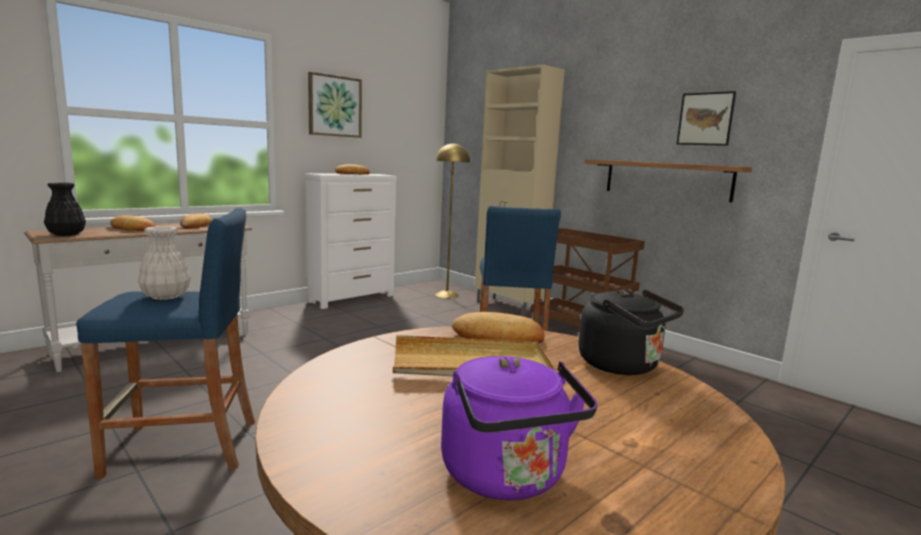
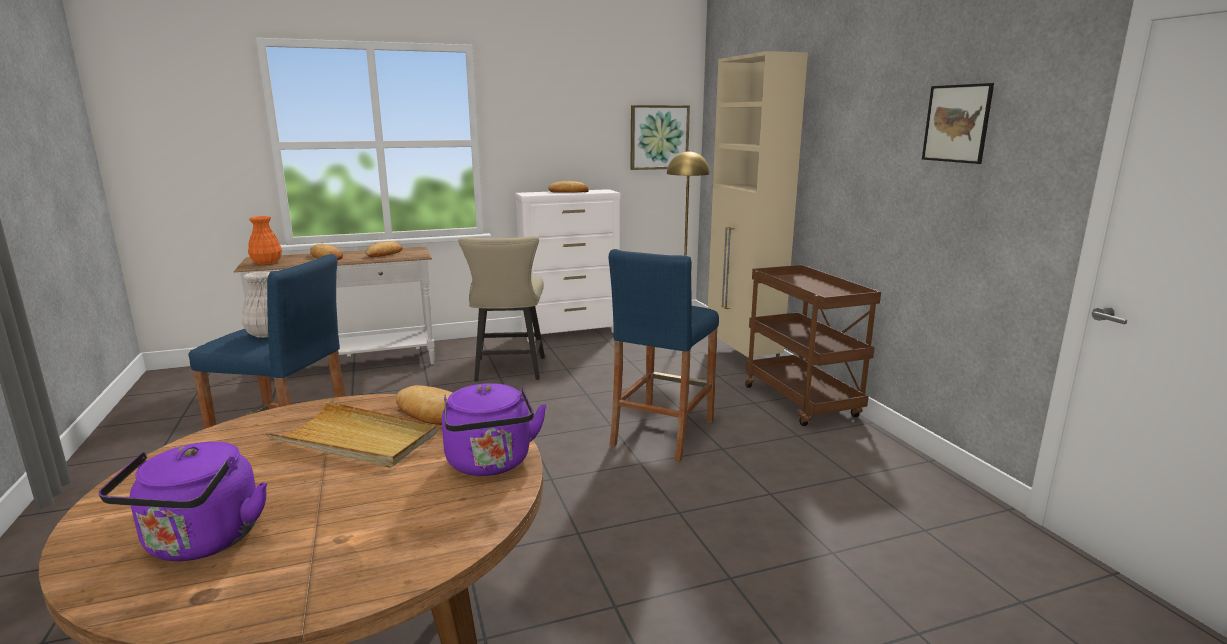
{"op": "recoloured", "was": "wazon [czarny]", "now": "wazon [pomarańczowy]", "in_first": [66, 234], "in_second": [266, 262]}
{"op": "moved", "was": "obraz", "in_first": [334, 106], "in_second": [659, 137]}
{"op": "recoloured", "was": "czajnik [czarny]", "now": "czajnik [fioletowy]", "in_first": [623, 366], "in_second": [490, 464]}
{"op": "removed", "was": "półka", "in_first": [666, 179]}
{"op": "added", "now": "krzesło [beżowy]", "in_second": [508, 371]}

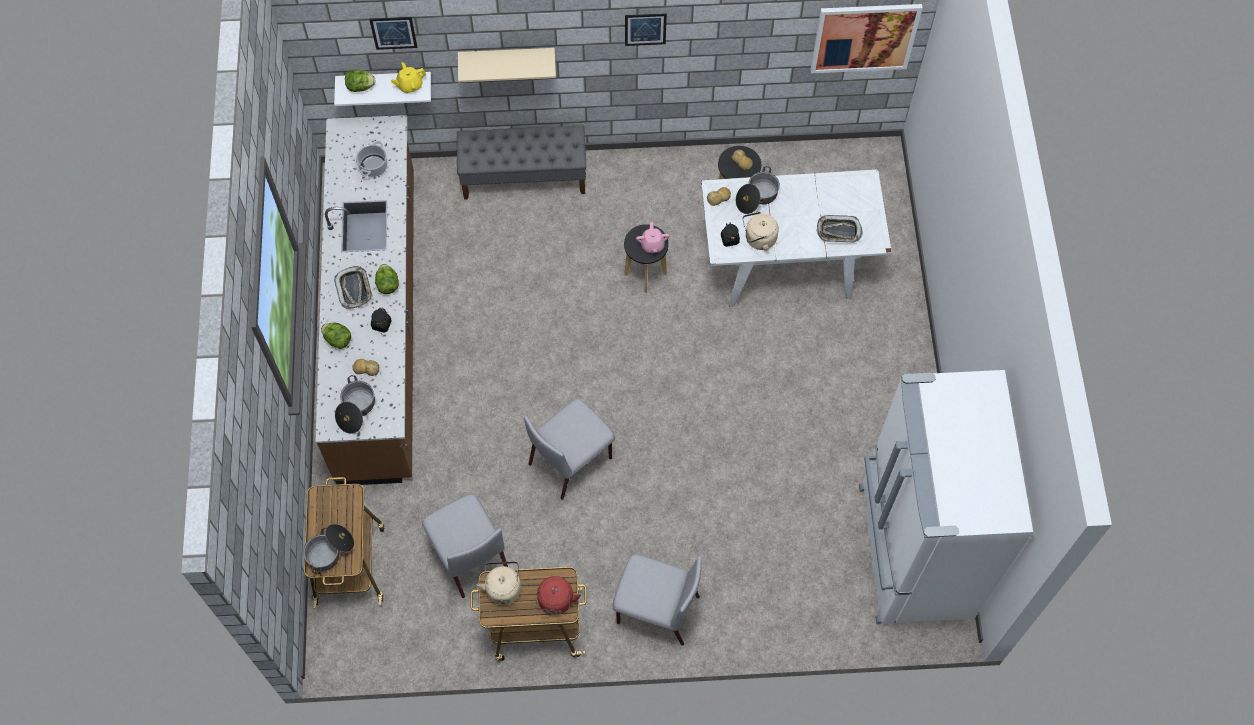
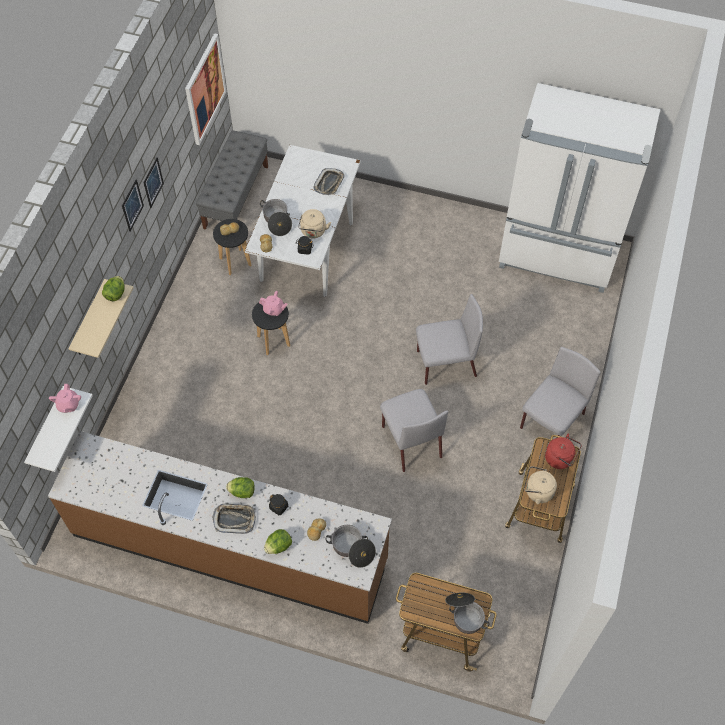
{"op": "moved", "was": "sałata", "in_first": [360, 87], "in_second": [115, 294]}
{"op": "removed", "was": "garnek", "in_first": [373, 166]}
{"op": "moved", "was": "obraz", "in_first": [393, 32], "in_second": [153, 182]}
{"op": "recoloured", "was": "imbryk [żółty]", "now": "imbryk [różowy]", "in_first": [410, 85], "in_second": [68, 405]}
{"op": "moved", "was": "krzesło [szary]", "in_first": [469, 555], "in_second": [445, 364]}
{"op": "moved", "was": "ławka [szary]", "in_first": [524, 177], "in_second": [236, 197]}

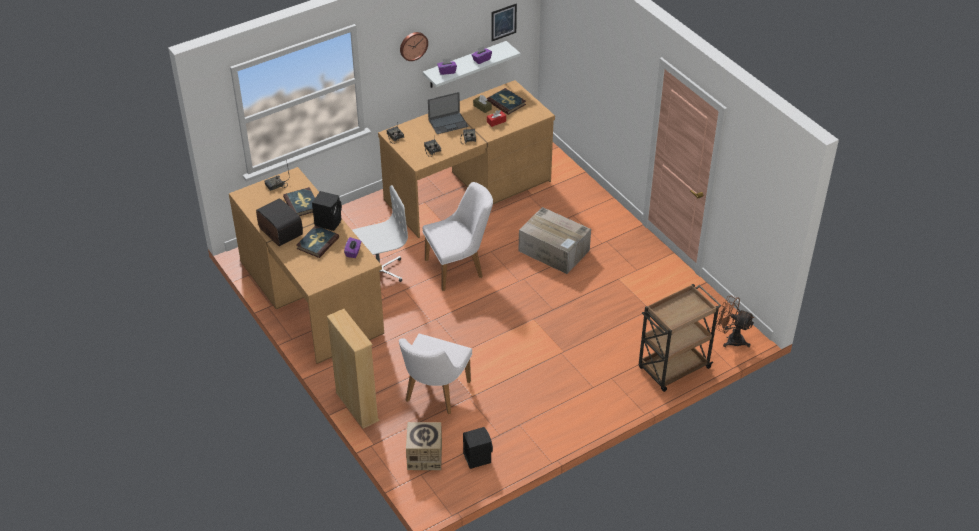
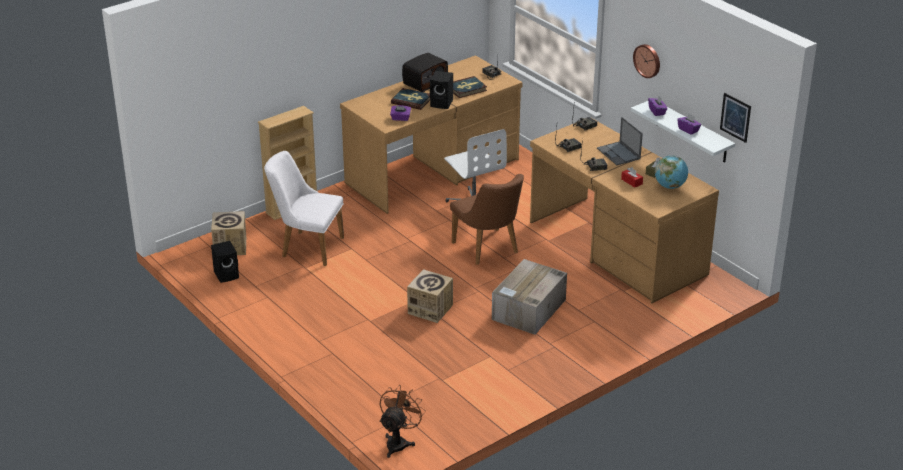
{"op": "recoloured", "was": "krzesło [biały]", "now": "krzesło [brązowy]", "in_first": [459, 267], "in_second": [489, 250]}
{"op": "replaced", "was": "książka", "now": "globus", "in_first": [506, 103], "in_second": [670, 186]}
{"op": "removed", "was": "wózek [brązowy]", "in_first": [673, 368]}
{"op": "added", "now": "karton", "in_second": [430, 309]}

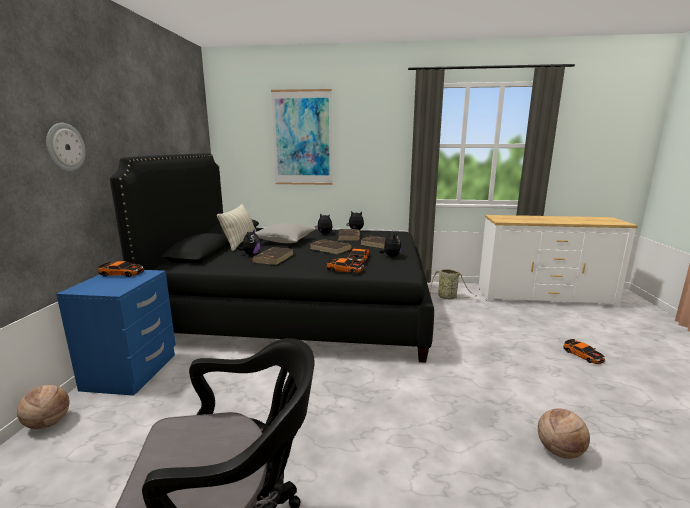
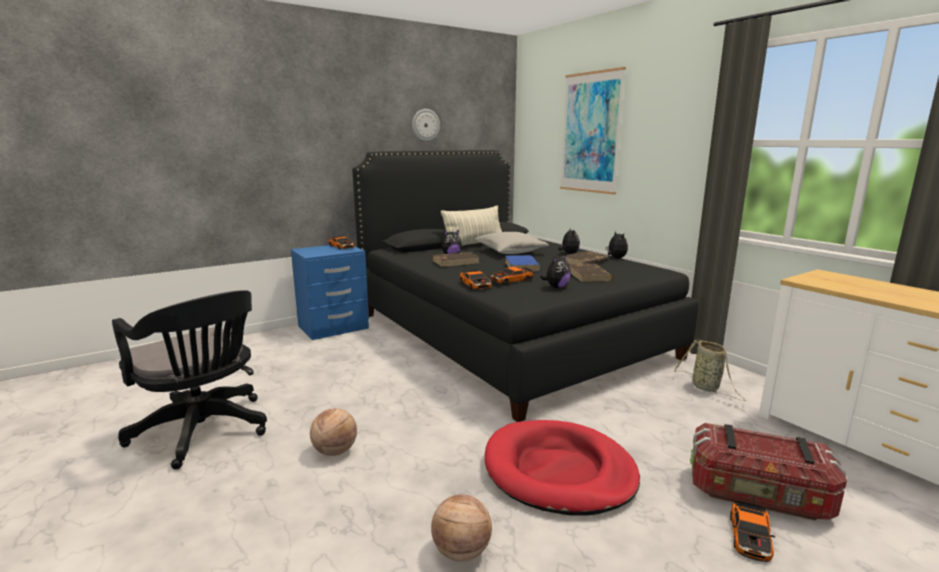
{"op": "moved", "was": "piłka do koszykówki", "in_first": [48, 423], "in_second": [335, 451]}
{"op": "moved", "was": "zegar ścienny", "in_first": [65, 147], "in_second": [425, 125]}
{"op": "recoloured", "was": "książka [brązowy]", "now": "książka [niebieski]", "in_first": [331, 249], "in_second": [522, 266]}
{"op": "added", "now": "legowisko [czerwony]", "in_second": [559, 471]}
{"op": "added", "now": "pojemnik do przechowywania", "in_second": [758, 495]}

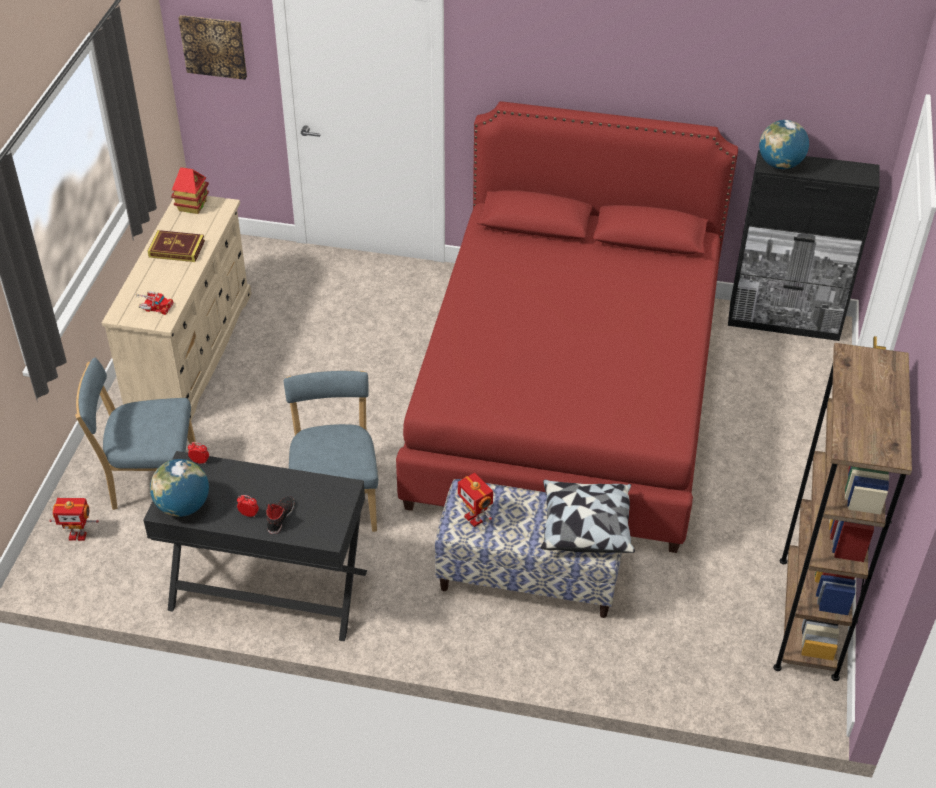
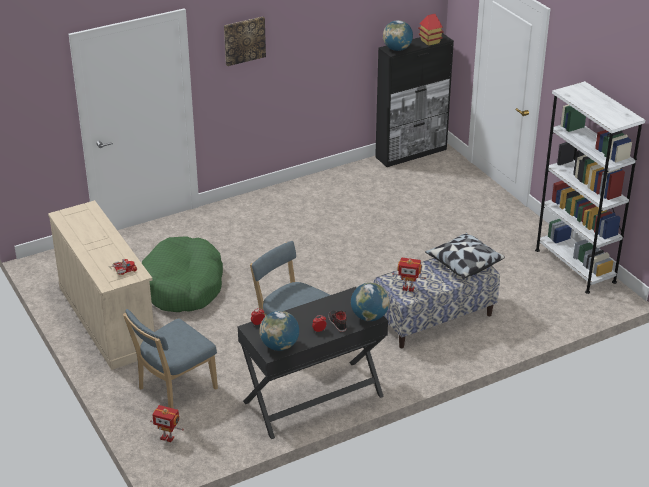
{"op": "turned", "was": "robot zabawkowy", "in_first": [78, 535], "in_second": [167, 437], "clockwise": 60}
{"op": "removed", "was": "książka", "in_first": [176, 249]}
{"op": "moved", "was": "domek", "in_first": [192, 205], "in_second": [430, 41]}
{"op": "moved", "was": "obraz", "in_first": [214, 46], "in_second": [244, 40]}
{"op": "removed", "was": "łóżko [czerwony]", "in_first": [567, 397]}
{"op": "recoloured", "was": "regał [brązowy]", "now": "regał [biały]", "in_first": [808, 617], "in_second": [575, 266]}
{"op": "added", "now": "legowisko [zielony]", "in_second": [183, 286]}
{"op": "added", "now": "globus", "in_second": [369, 317]}

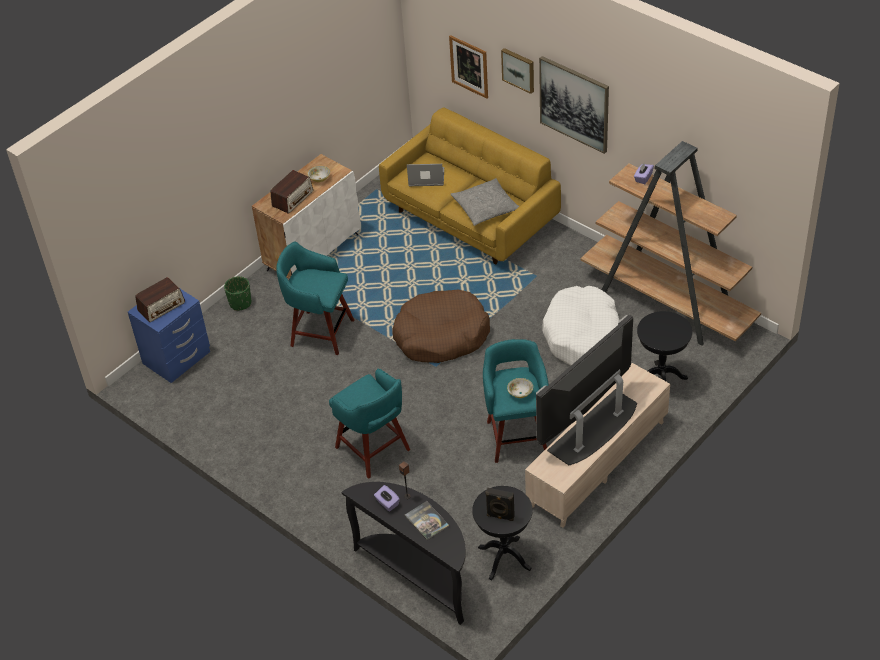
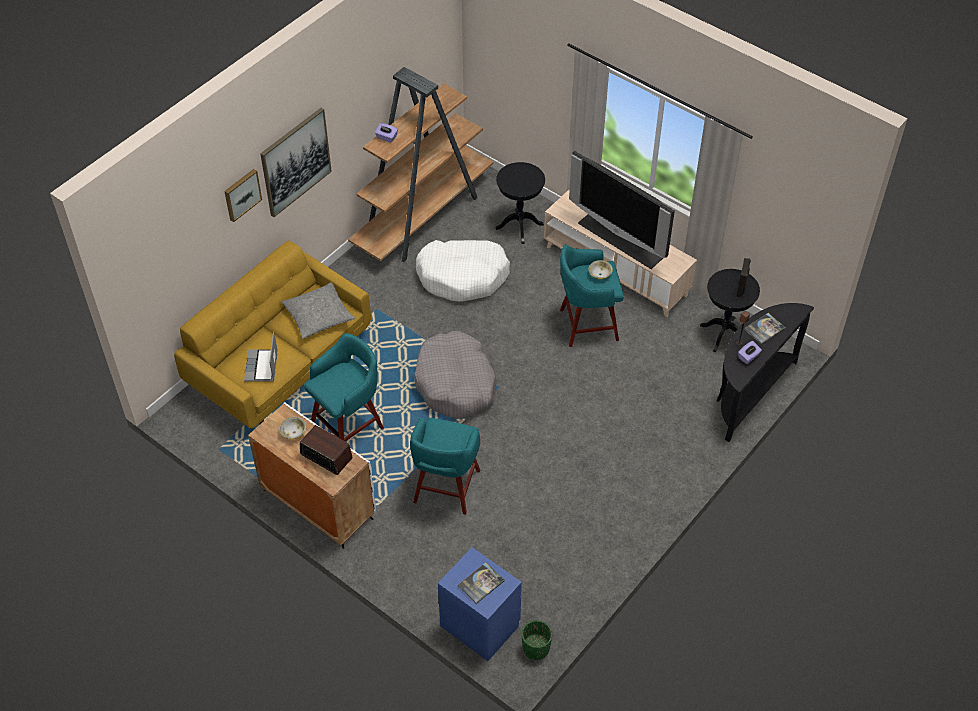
{"op": "replaced", "was": "radio", "now": "książka", "in_first": [161, 306], "in_second": [481, 583]}
{"op": "moved", "was": "donica [zielony]", "in_first": [240, 303], "in_second": [536, 648]}
{"op": "moved", "was": "stołek [turkusowy]", "in_first": [374, 450], "in_second": [349, 425]}
{"op": "recoloured", "was": "legowisko [brązowy]", "now": "legowisko [szary]", "in_first": [441, 335], "in_second": [456, 384]}
{"op": "removed", "was": "obraz", "in_first": [469, 66]}

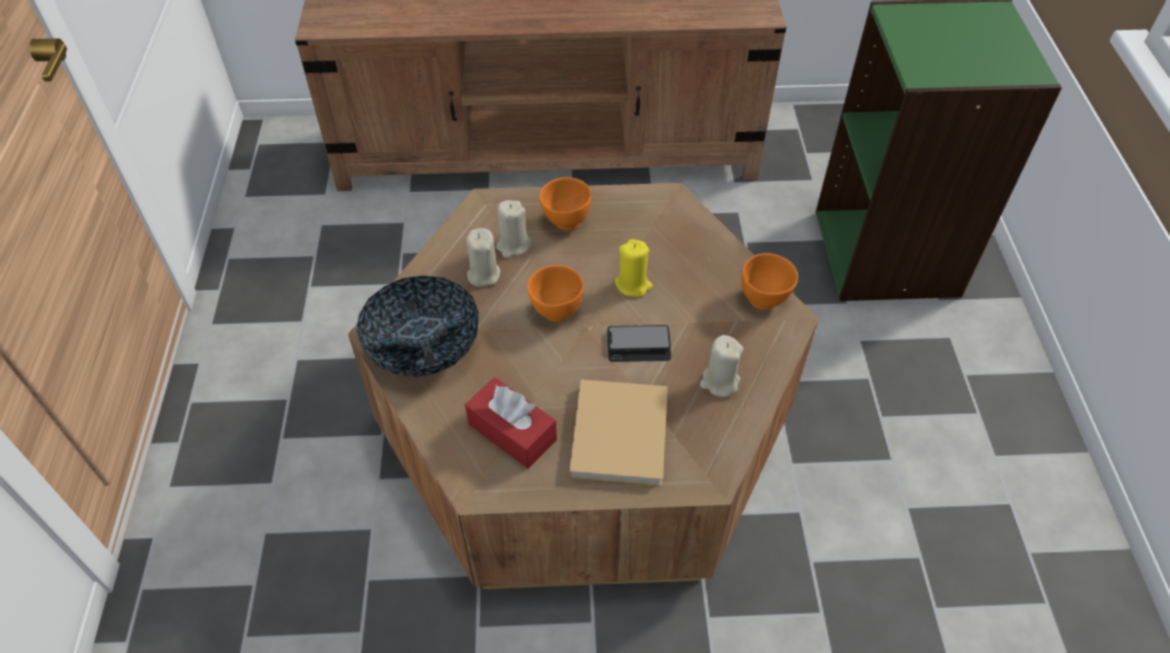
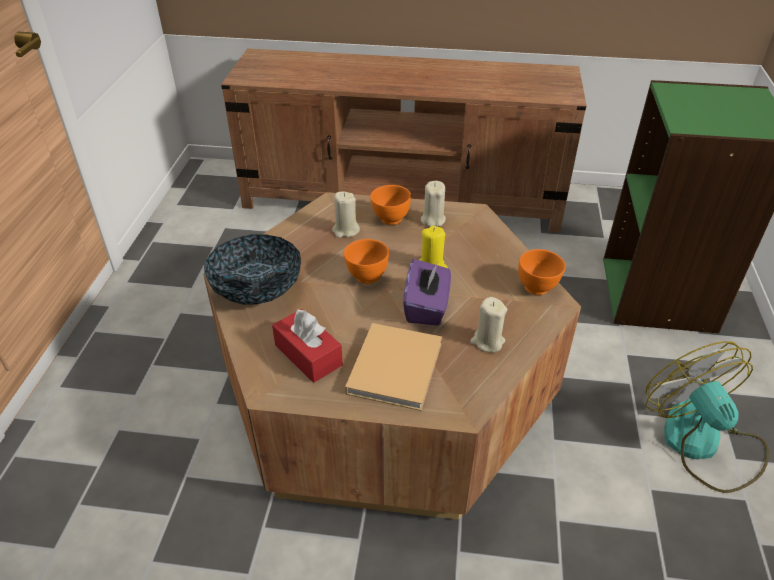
{"op": "moved", "was": "świeca [beżowy]", "in_first": [483, 274], "in_second": [432, 220]}
{"op": "replaced", "was": "telefon", "now": "pudełko chusteczek [fioletowy]", "in_first": [638, 345], "in_second": [426, 307]}
{"op": "added", "now": "wentylator", "in_second": [702, 444]}

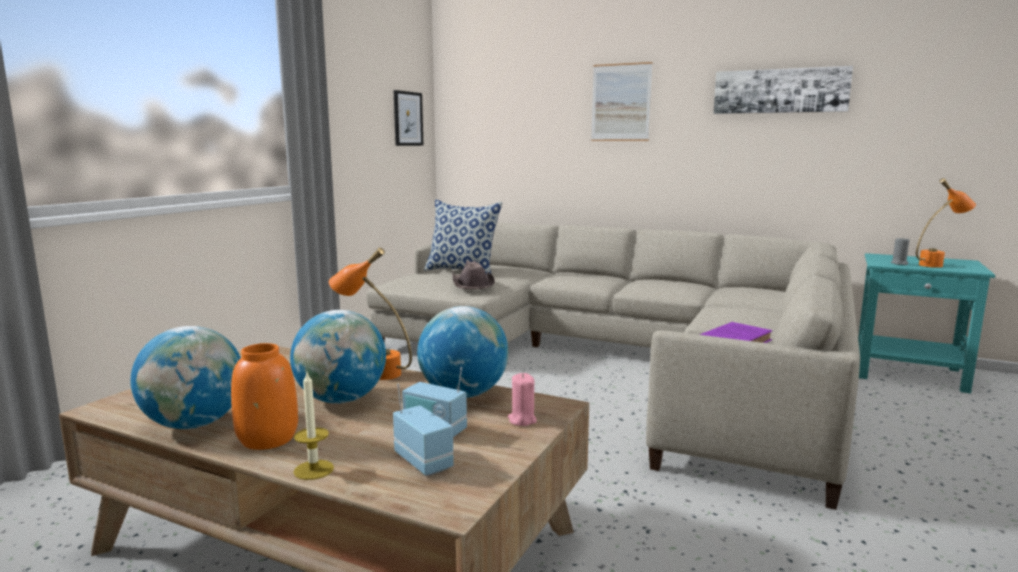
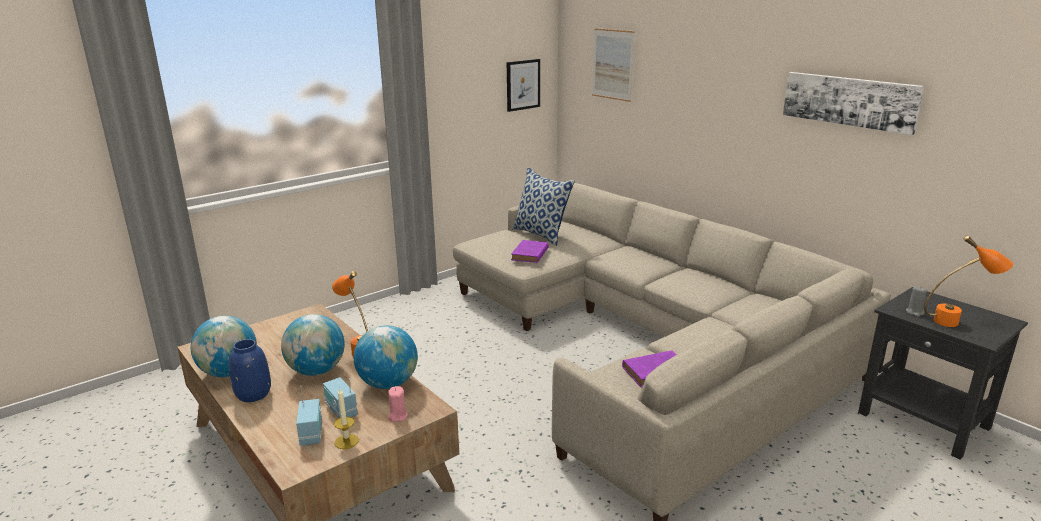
{"op": "recoloured", "was": "wazon [pomarańczowy]", "now": "wazon [niebieski]", "in_first": [267, 439], "in_second": [253, 394]}
{"op": "moved", "was": "świeca", "in_first": [313, 470], "in_second": [346, 441]}
{"op": "replaced", "was": "kapelusz [brązowy]", "now": "książka [fioletowy]", "in_first": [471, 284], "in_second": [529, 254]}
{"op": "moved", "was": "obraz", "in_first": [621, 102], "in_second": [612, 64]}
{"op": "recoloured", "was": "stolik [turkusowy]", "now": "stolik [czarny]", "in_first": [910, 374], "in_second": [924, 421]}

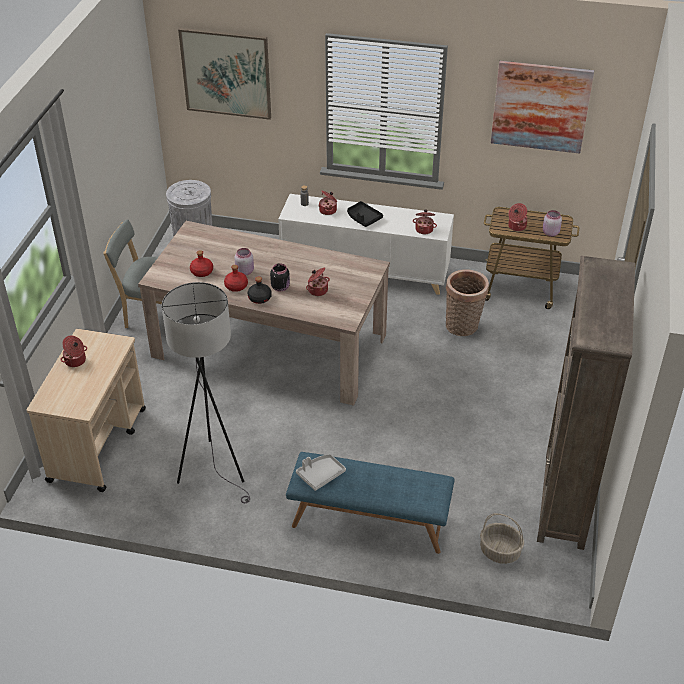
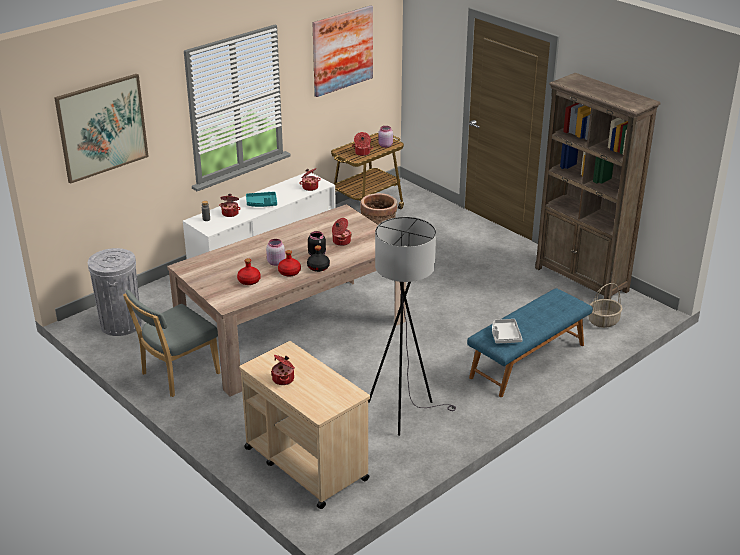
{"op": "recoloured", "was": "taca [czarny]", "now": "taca [turkusowy]", "in_first": [363, 218], "in_second": [262, 204]}

